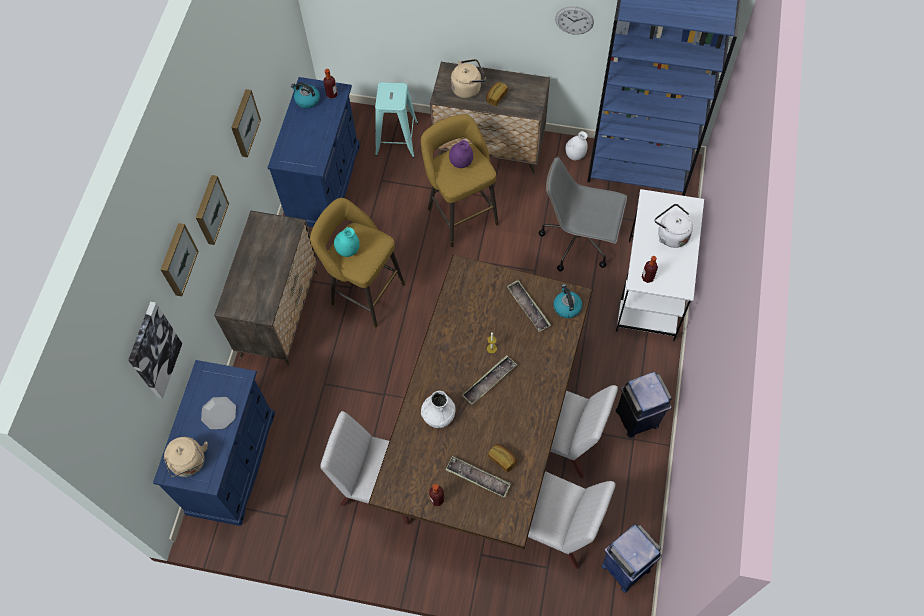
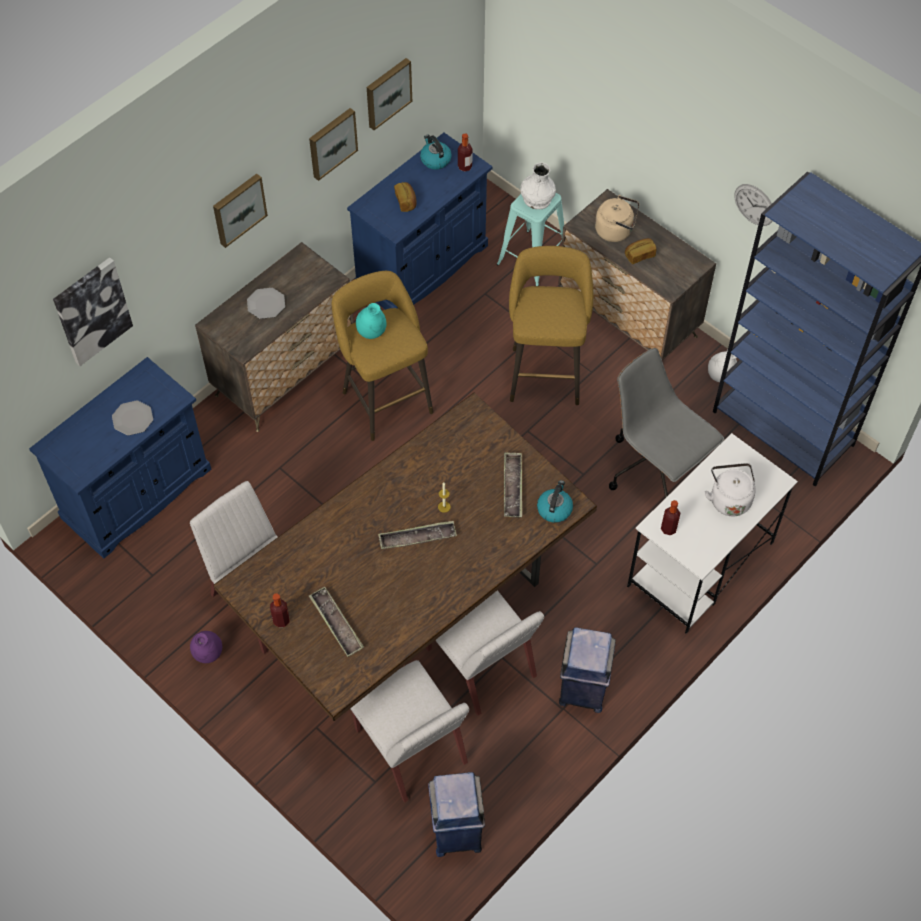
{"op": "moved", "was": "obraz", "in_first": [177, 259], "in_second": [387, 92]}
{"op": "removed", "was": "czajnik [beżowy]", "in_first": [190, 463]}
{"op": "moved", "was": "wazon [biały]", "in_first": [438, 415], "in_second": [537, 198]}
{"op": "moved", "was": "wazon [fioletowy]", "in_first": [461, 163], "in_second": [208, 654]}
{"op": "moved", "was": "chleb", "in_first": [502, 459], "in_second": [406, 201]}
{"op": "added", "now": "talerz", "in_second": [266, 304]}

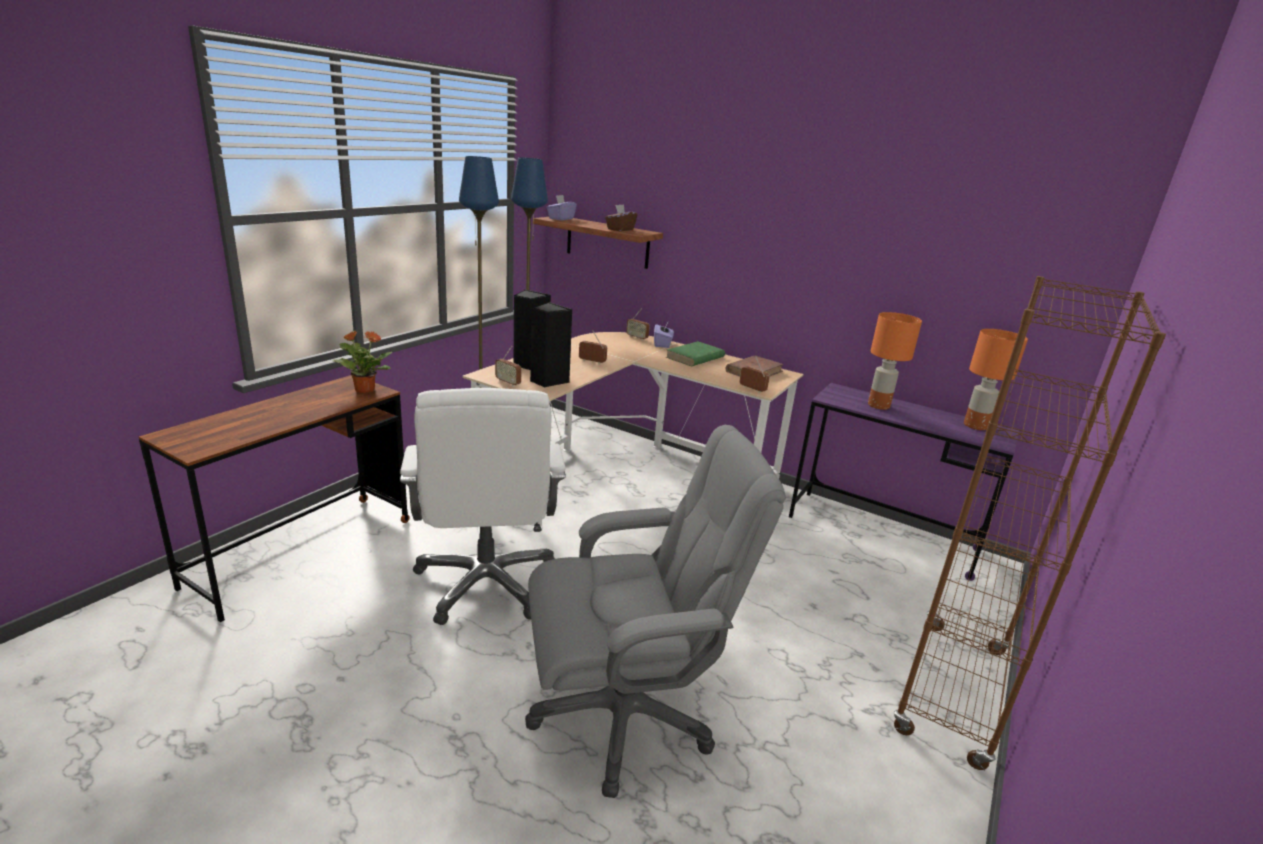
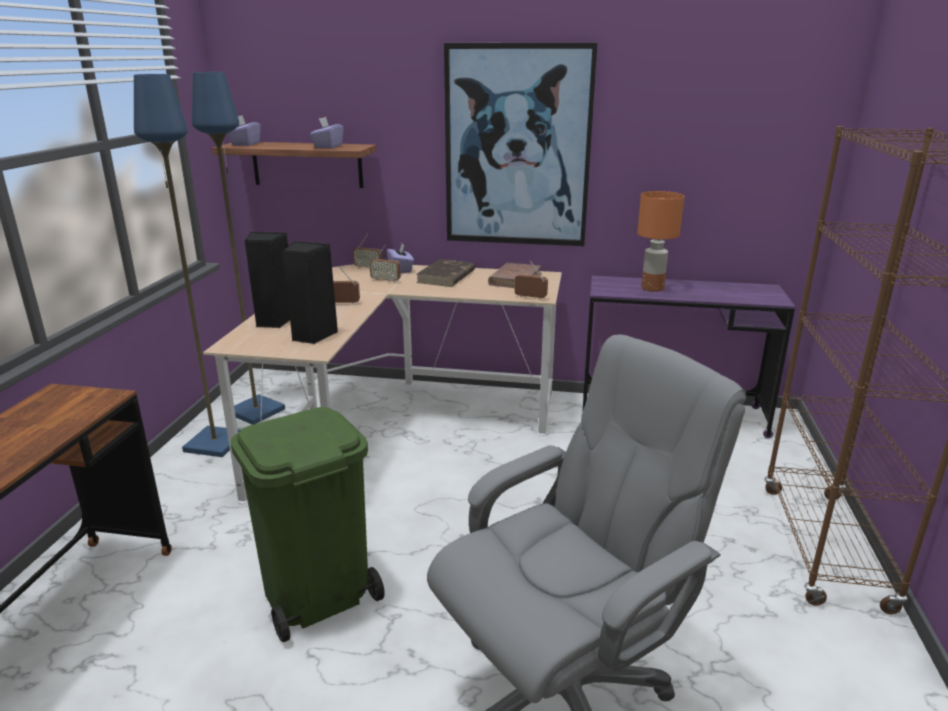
{"op": "removed", "was": "roślina doniczkowa", "in_first": [364, 389]}
{"op": "replaced", "was": "krzesło biurowe [biały]", "now": "kosz na śmieci [zielony]", "in_first": [486, 582], "in_second": [316, 595]}
{"op": "moved", "was": "radio", "in_first": [508, 383], "in_second": [385, 280]}
{"op": "recoloured", "was": "pudełko chusteczek [brązowy]", "now": "pudełko chusteczek [fioletowy]", "in_first": [620, 229], "in_second": [328, 146]}
{"op": "recoloured", "was": "książka [zielony]", "now": "książka [brązowy]", "in_first": [695, 357], "in_second": [446, 277]}
{"op": "removed", "was": "lampa stołowa [pomarańczowy]", "in_first": [974, 426]}
{"op": "added", "now": "obraz", "in_second": [517, 147]}

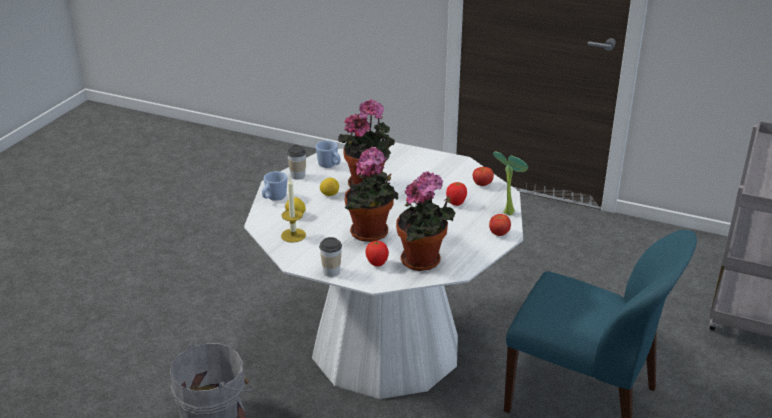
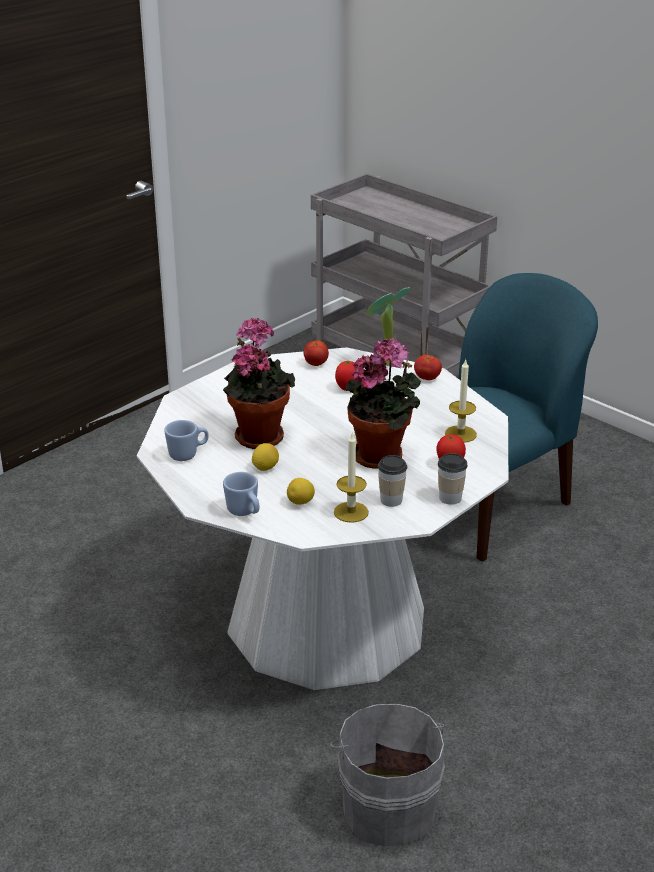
{"op": "moved", "was": "filiżanka", "in_first": [297, 175], "in_second": [391, 500]}
{"op": "replaced", "was": "roślina doniczkowa", "now": "świeca", "in_first": [424, 262], "in_second": [460, 434]}

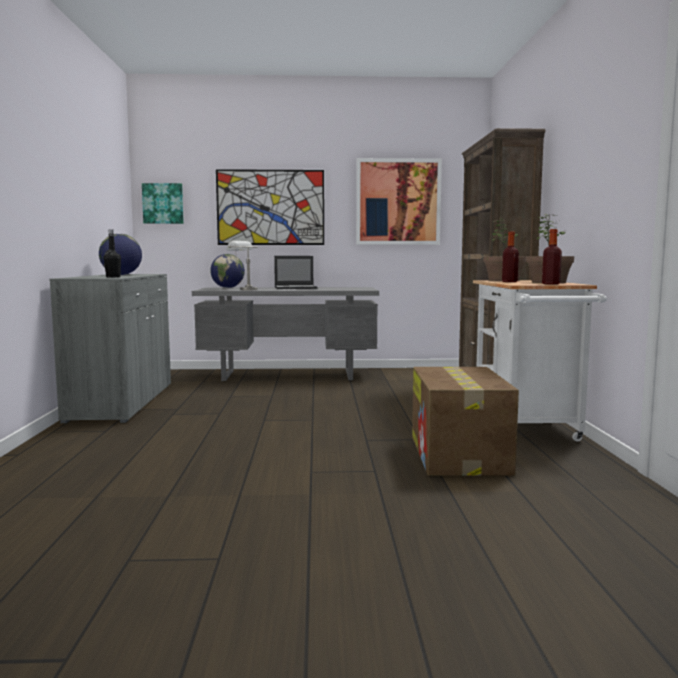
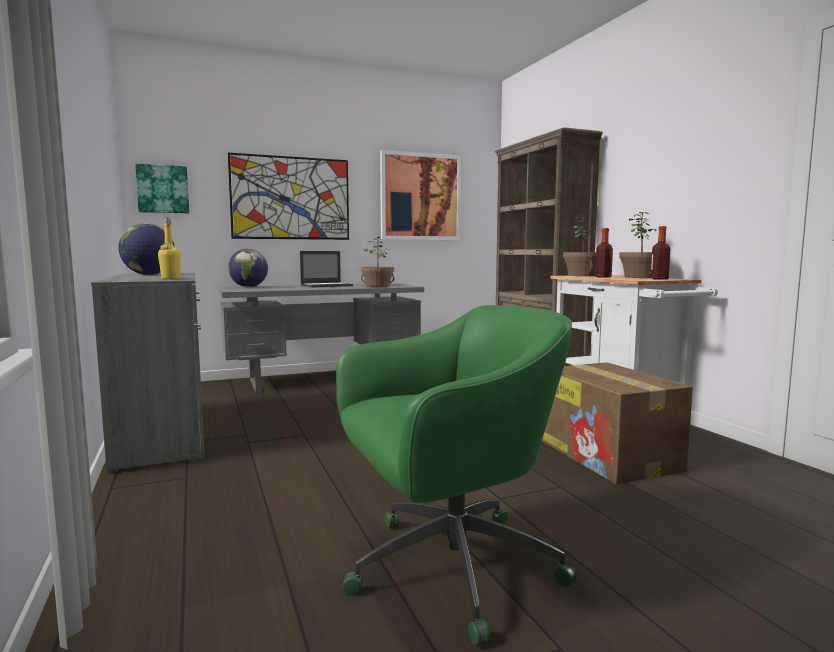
{"op": "recoloured", "was": "butelka [czarny]", "now": "butelka [żółty]", "in_first": [113, 277], "in_second": [170, 278]}
{"op": "removed", "was": "lampa stołowa [szary]", "in_first": [243, 289]}
{"op": "added", "now": "krzesło biurowe [zielony]", "in_second": [448, 569]}
{"op": "added", "now": "roślina doniczkowa", "in_second": [377, 286]}

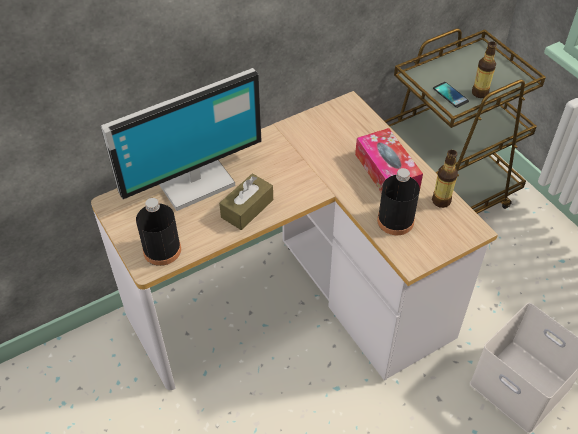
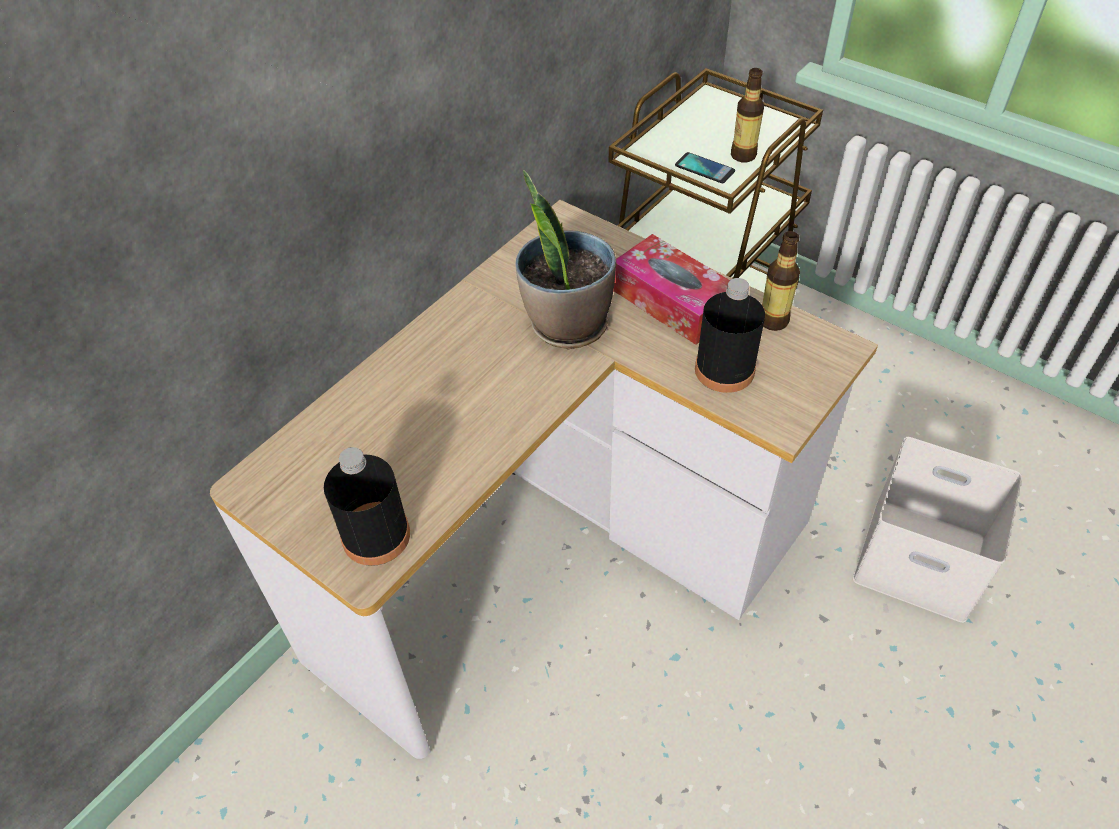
{"op": "removed", "was": "monitor", "in_first": [194, 180]}
{"op": "removed", "was": "pudełko chusteczek [brązowy]", "in_first": [247, 208]}
{"op": "added", "now": "roślina doniczkowa", "in_second": [567, 325]}

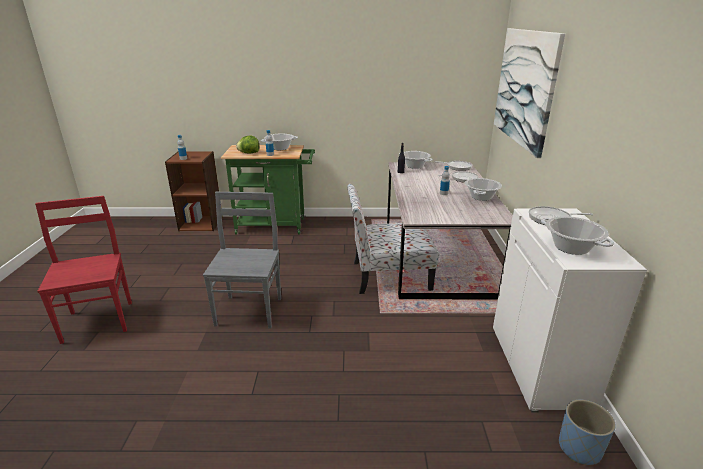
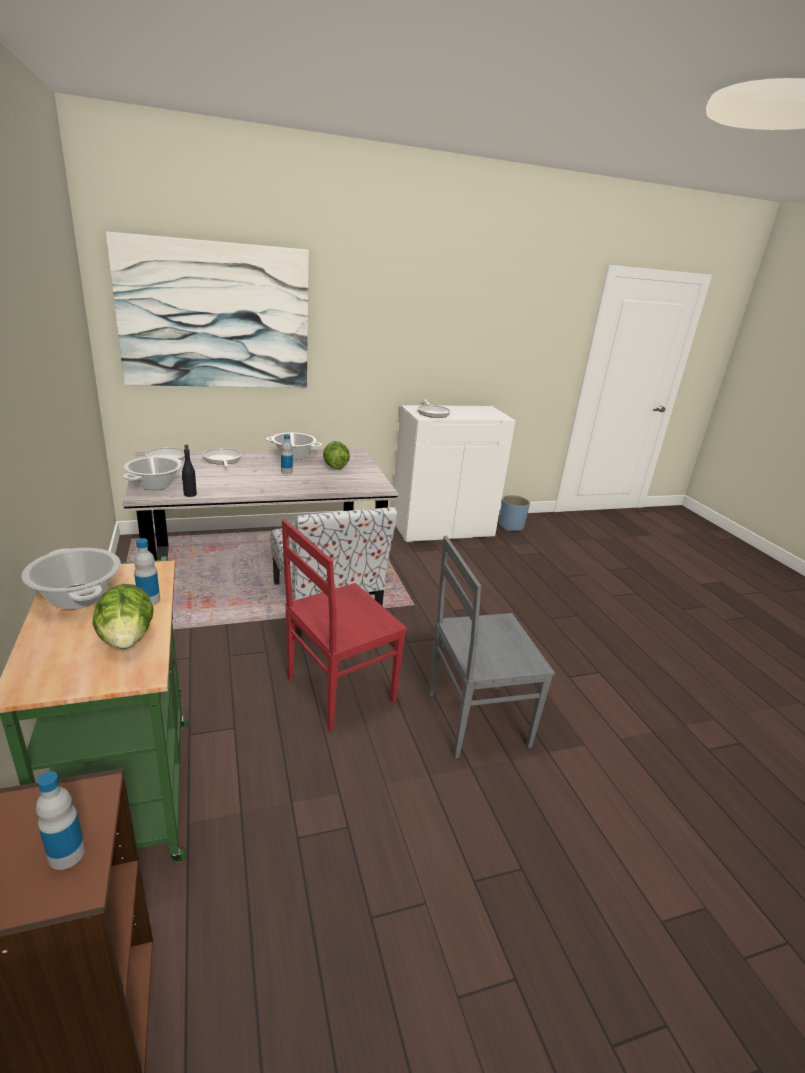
{"op": "moved", "was": "krzesło [czerwony]", "in_first": [99, 320], "in_second": [337, 690]}
{"op": "removed", "was": "garnek", "in_first": [571, 248]}
{"op": "added", "now": "sałata", "in_second": [335, 467]}

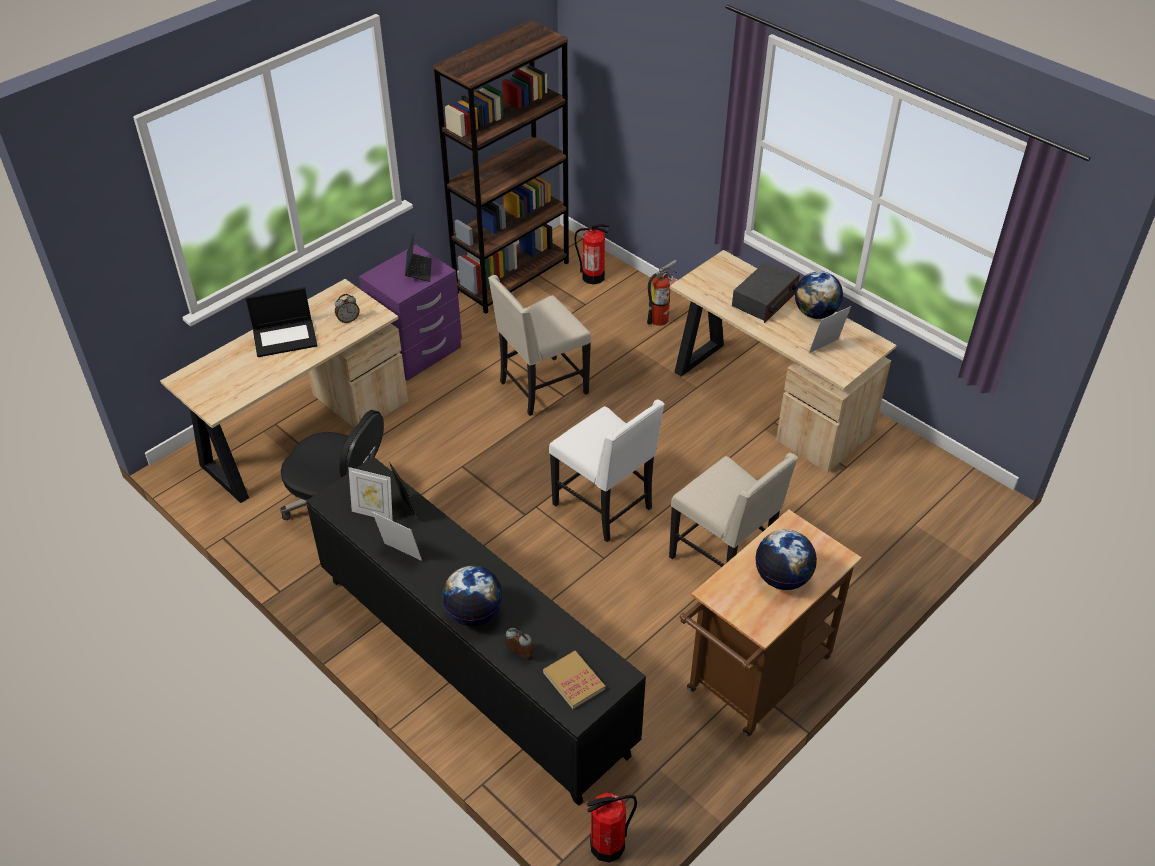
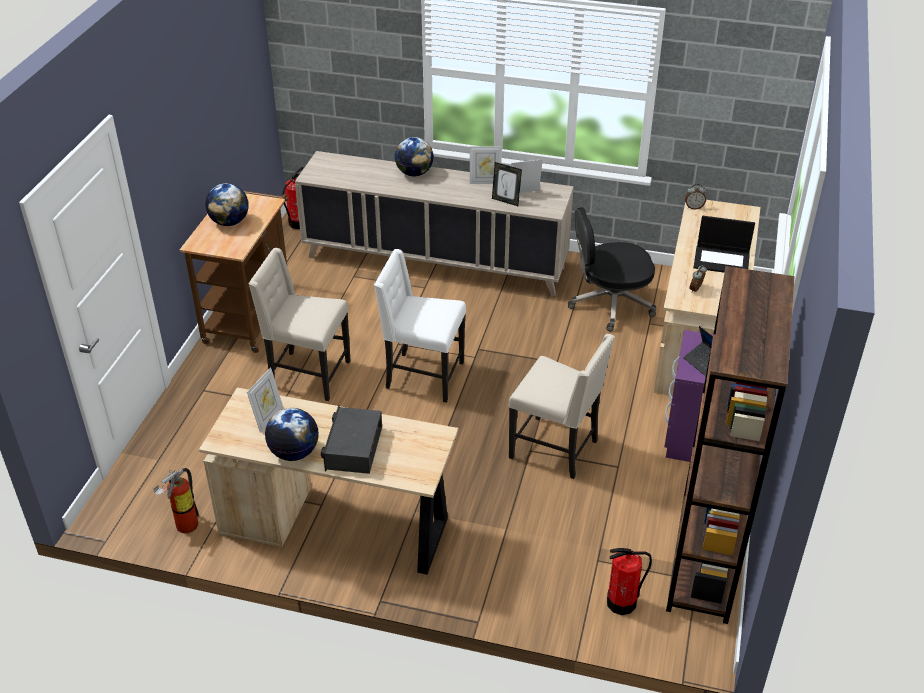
{"op": "turned", "was": "laptop", "in_first": [285, 337], "in_second": [722, 260], "clockwise": -120}
{"op": "recoloured", "was": "szafka [czarny]", "now": "szafka [beżowy]", "in_first": [473, 665], "in_second": [435, 262]}
{"op": "turned", "was": "krzesło [beżowy]", "in_first": [541, 388], "in_second": [556, 449], "clockwise": 90}
{"op": "moved", "was": "budzik", "in_first": [519, 654], "in_second": [694, 207]}
{"op": "removed", "was": "książka", "in_first": [574, 681]}
{"op": "moved", "was": "gaśnica", "in_first": [662, 320], "in_second": [183, 526]}

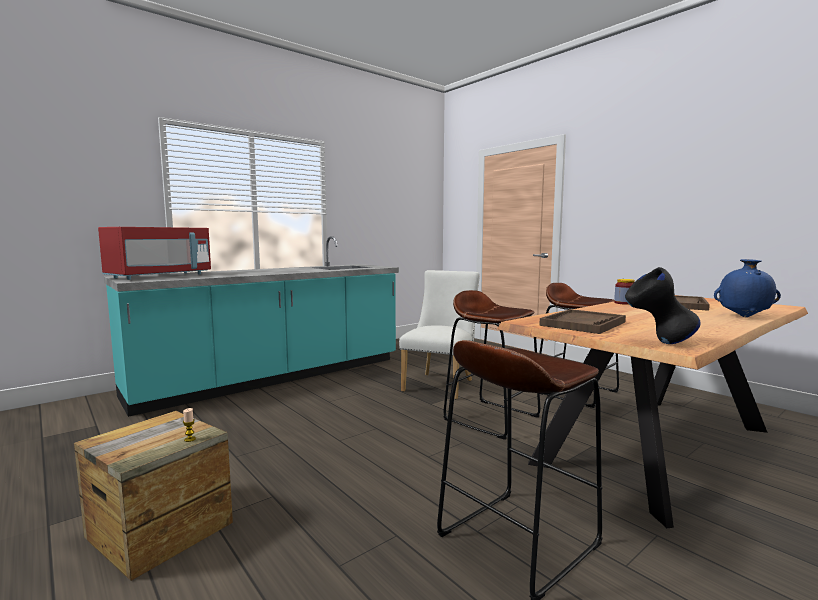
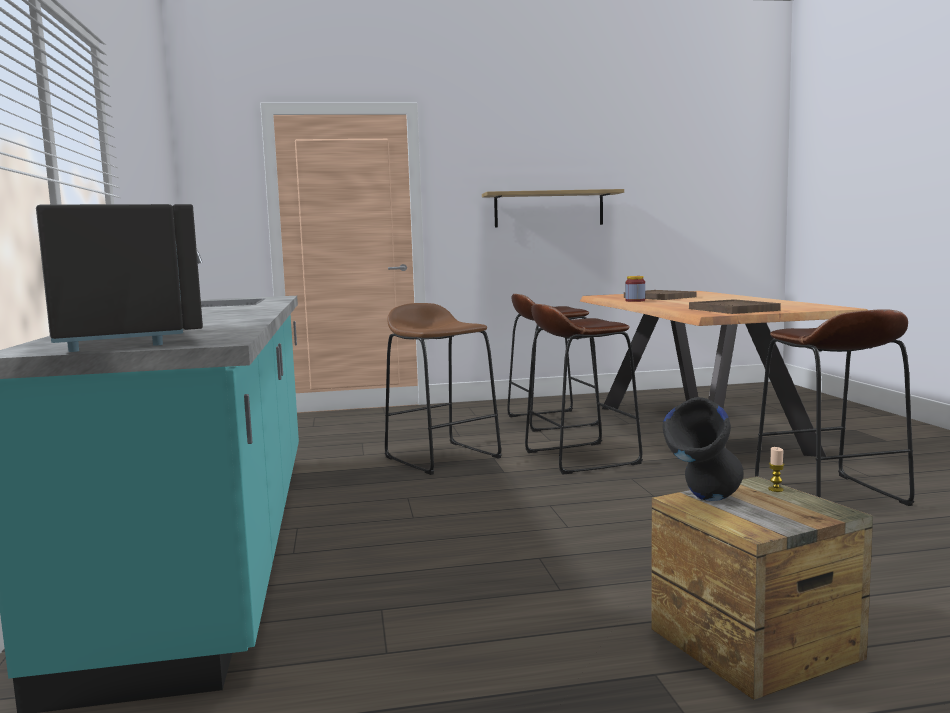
{"op": "recoloured", "was": "mikrofalówka [czerwony]", "now": "mikrofalówka [czarny]", "in_first": [160, 276], "in_second": [128, 338]}
{"op": "replaced", "was": "krzesło [biały]", "now": "stołek [brązowy]", "in_first": [441, 384], "in_second": [442, 457]}
{"op": "moved", "was": "wazon [czarny]", "in_first": [658, 343], "in_second": [703, 502]}
{"op": "removed", "was": "wazon [niebieski]", "in_first": [744, 316]}
{"op": "added", "now": "półka", "in_second": [549, 209]}

